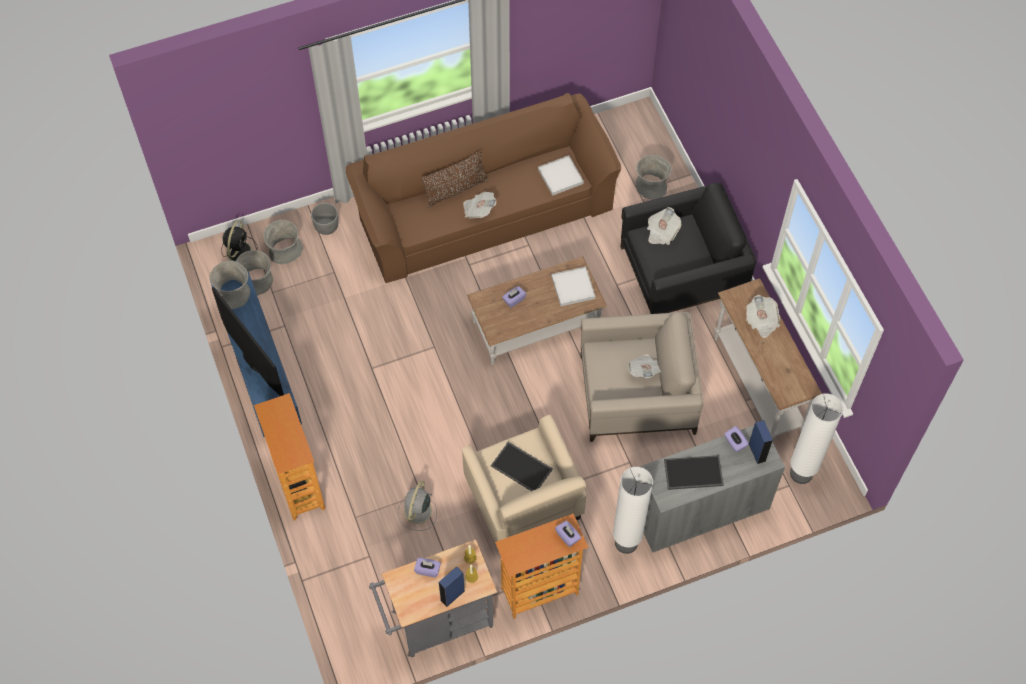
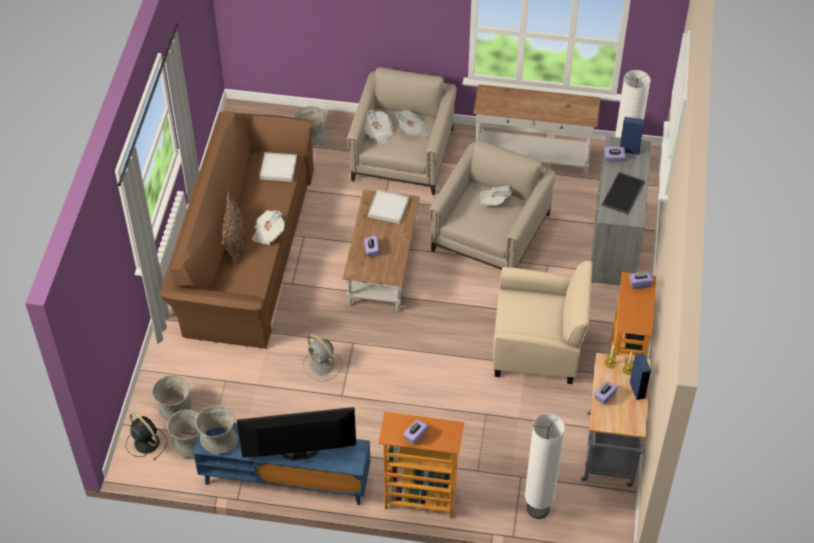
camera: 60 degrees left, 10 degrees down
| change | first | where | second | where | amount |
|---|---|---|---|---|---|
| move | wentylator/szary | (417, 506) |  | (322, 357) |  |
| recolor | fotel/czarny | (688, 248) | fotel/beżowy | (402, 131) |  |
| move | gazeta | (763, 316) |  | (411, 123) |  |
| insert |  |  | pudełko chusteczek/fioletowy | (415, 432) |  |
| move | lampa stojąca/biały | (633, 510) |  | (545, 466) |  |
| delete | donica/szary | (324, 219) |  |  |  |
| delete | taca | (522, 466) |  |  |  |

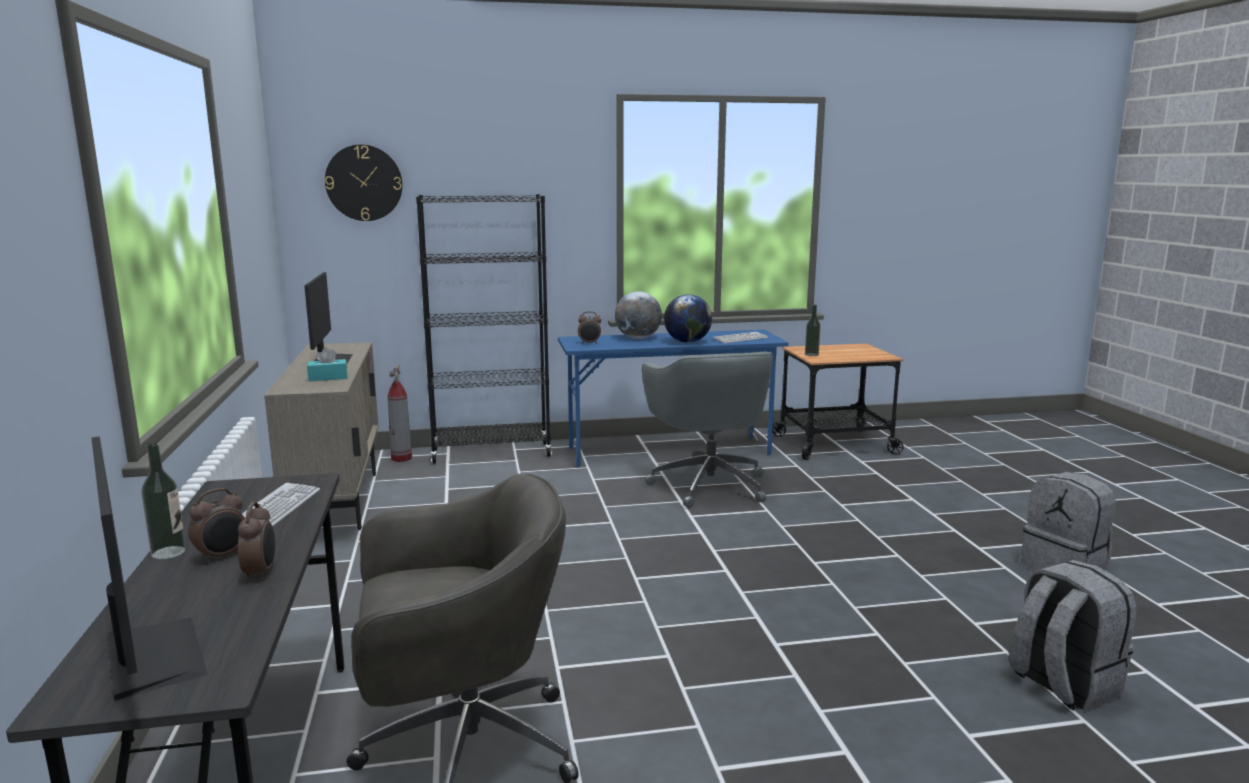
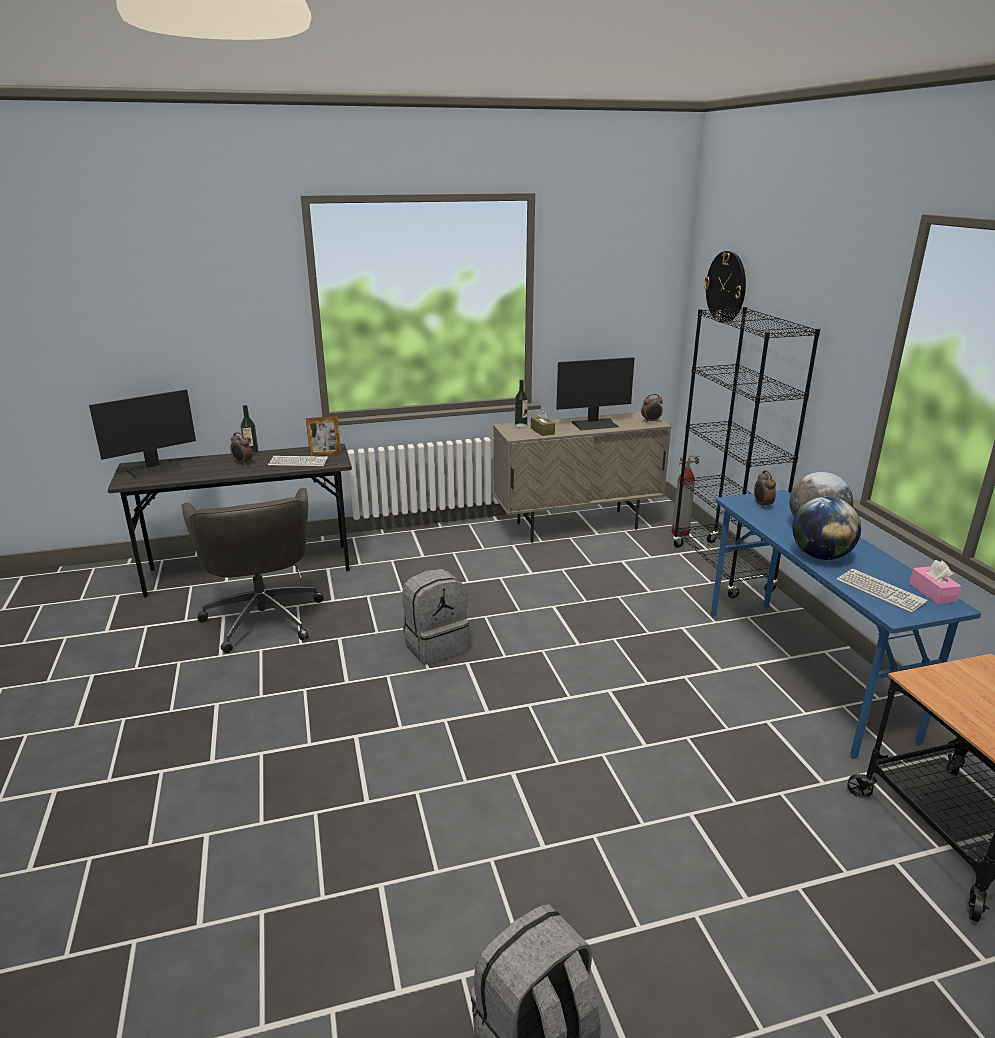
camera: 85 degrees right, 10 degrees up
| change | first | where | second | where | amount |
|---|---|---|---|---|---|
| insert |  |  | ramka na zdjęcie | (323, 436) |  |
| move | plecak/szary | (1073, 635) |  | (435, 617) |  |
| move | butelka | (813, 330) |  | (521, 403) |  |
| recolor | pudełko chusteczek/turkusowy | (327, 364) | pudełko chusteczek/brązowy | (543, 422) |  |
| move | budzik | (256, 541) |  | (652, 408) |  |
| insert |  |  | pudełko chusteczek/różowy | (935, 582) |  |
| delete | krzesło biurowe/szary | (708, 430) |  |  |  |

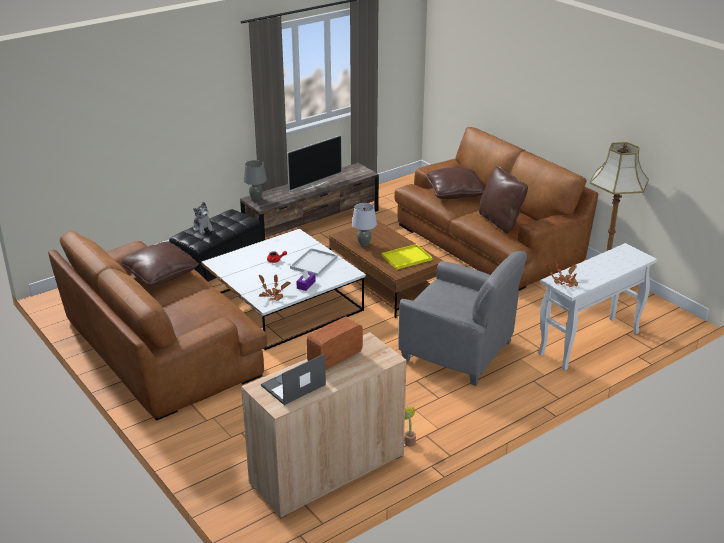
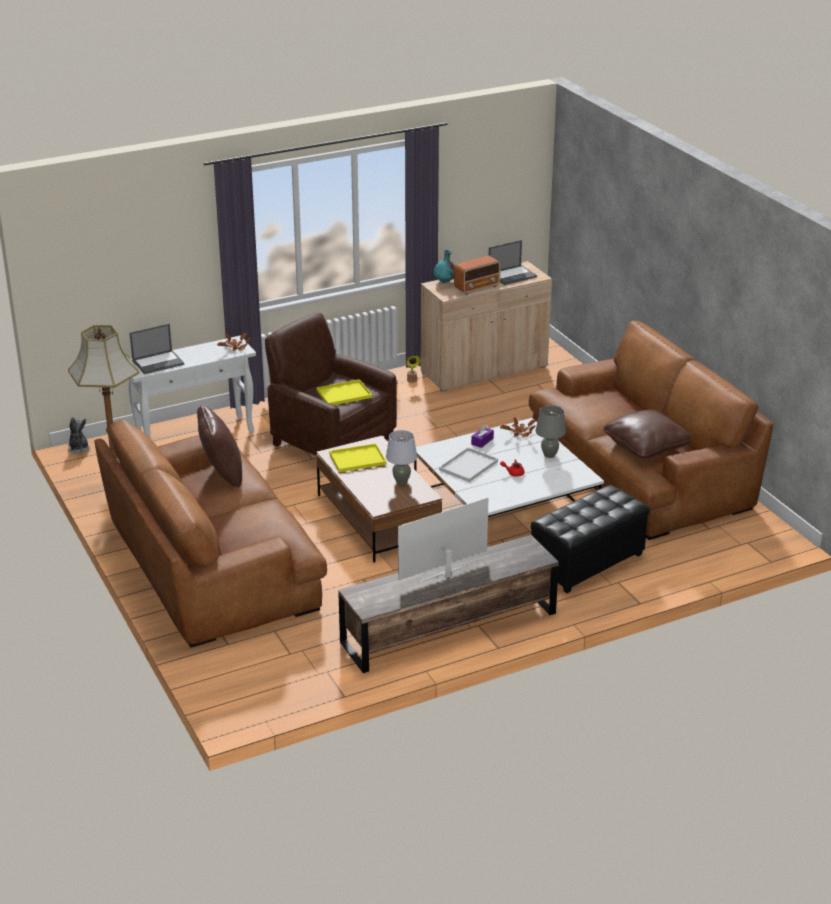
camera: 170 degrees left, 0 degrees up
| change | first | where | second | where | amount |
|---|---|---|---|---|---|
| move | pluszak | (203, 218) |  | (79, 435) |  |
| insert |  |  | laptop | (157, 349) |  |
| recolor | fotel/szary | (462, 318) | fotel/brązowy | (331, 384) |  |
| insert |  |  | taca/żółty | (344, 392) |  |
| insert |  |  | wazon/turkusowy | (444, 266) |  |
| move | lampa stołowa/szary | (255, 180) |  | (551, 431) |  |
| delete | poduszka/brązowy | (455, 183) |  |  |  |

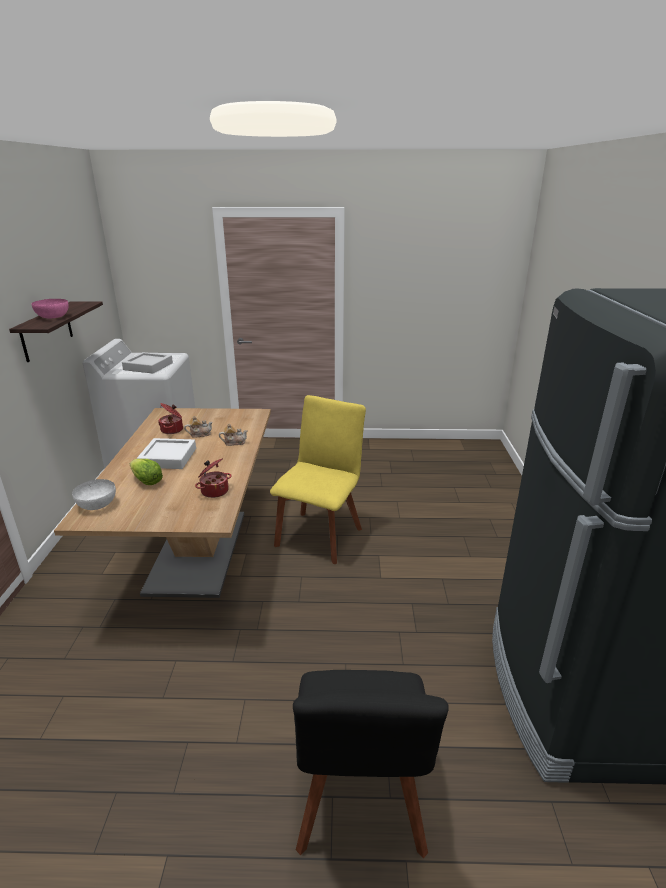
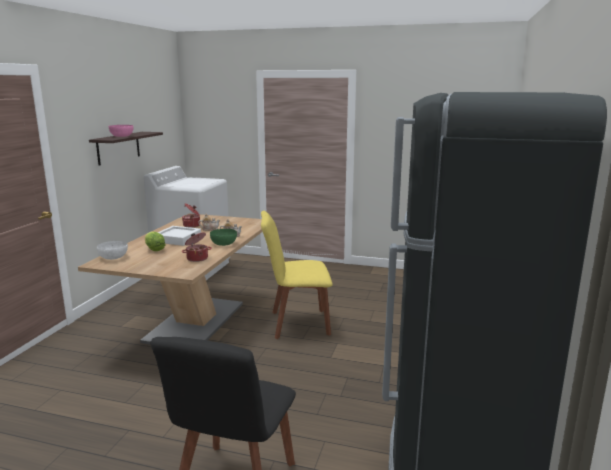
camera: 15 degrees right, 10 degrees down
| change | first | where | second | where | amount |
|---|---|---|---|---|---|
| insert |  |  | miska/zielony | (223, 237) |  |
| rotate | krzesło/żółty | (318, 479) |  | (297, 275) | 135 degrees counterclockwise |
| delete | taca/szary | (147, 362) |  |  |  |

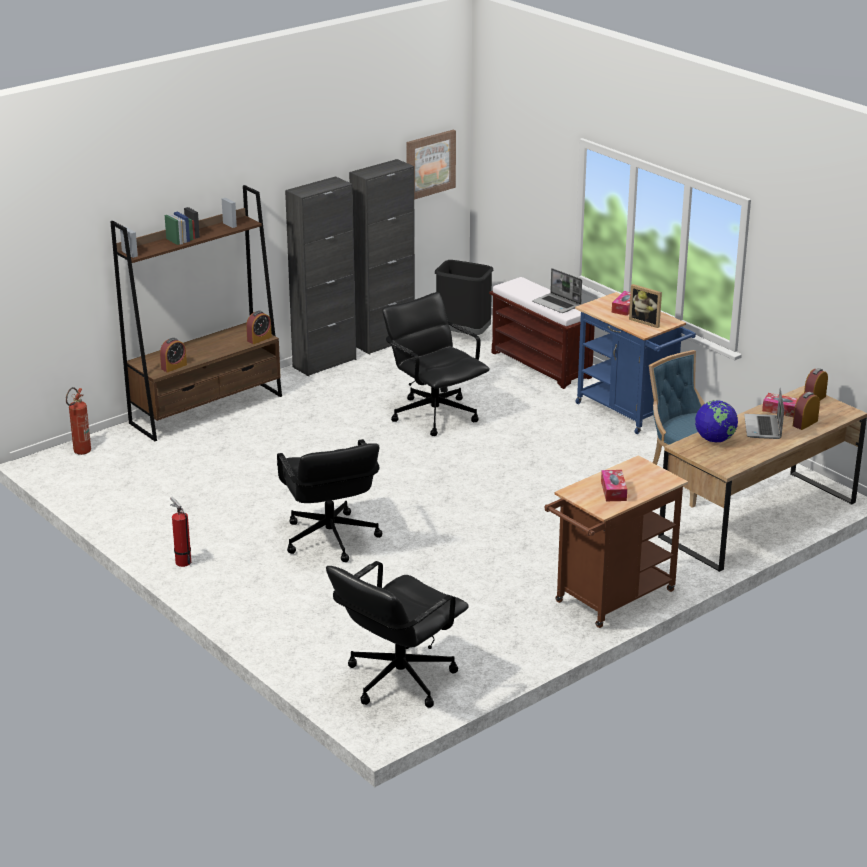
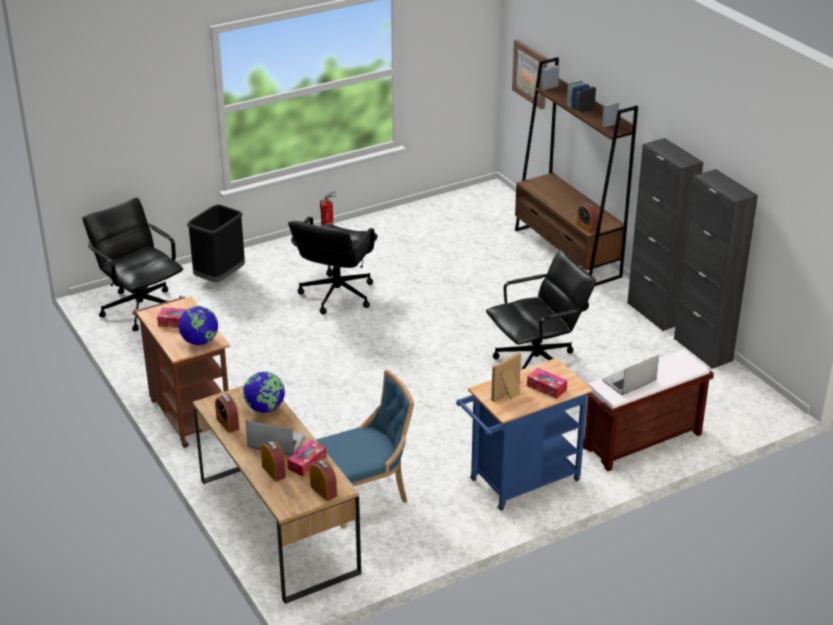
camera: 100 degrees right, 5 degrees up
| change | first | where | second | where | amount |
|---|---|---|---|---|---|
| insert |  |  | globus | (198, 325) |  |
| move | kosz na śmieci/czarny | (464, 298) |  | (216, 243) |  |
| move | budzik | (173, 355) |  | (227, 413) |  |
| rotate | krzesło biurowe/czarny | (329, 500) |  | (333, 265) | 60 degrees counterclockwise |
| move | obraz | (431, 165) |  | (530, 75) |  |
| delete | gaśnica | (78, 421) |  |  |  |

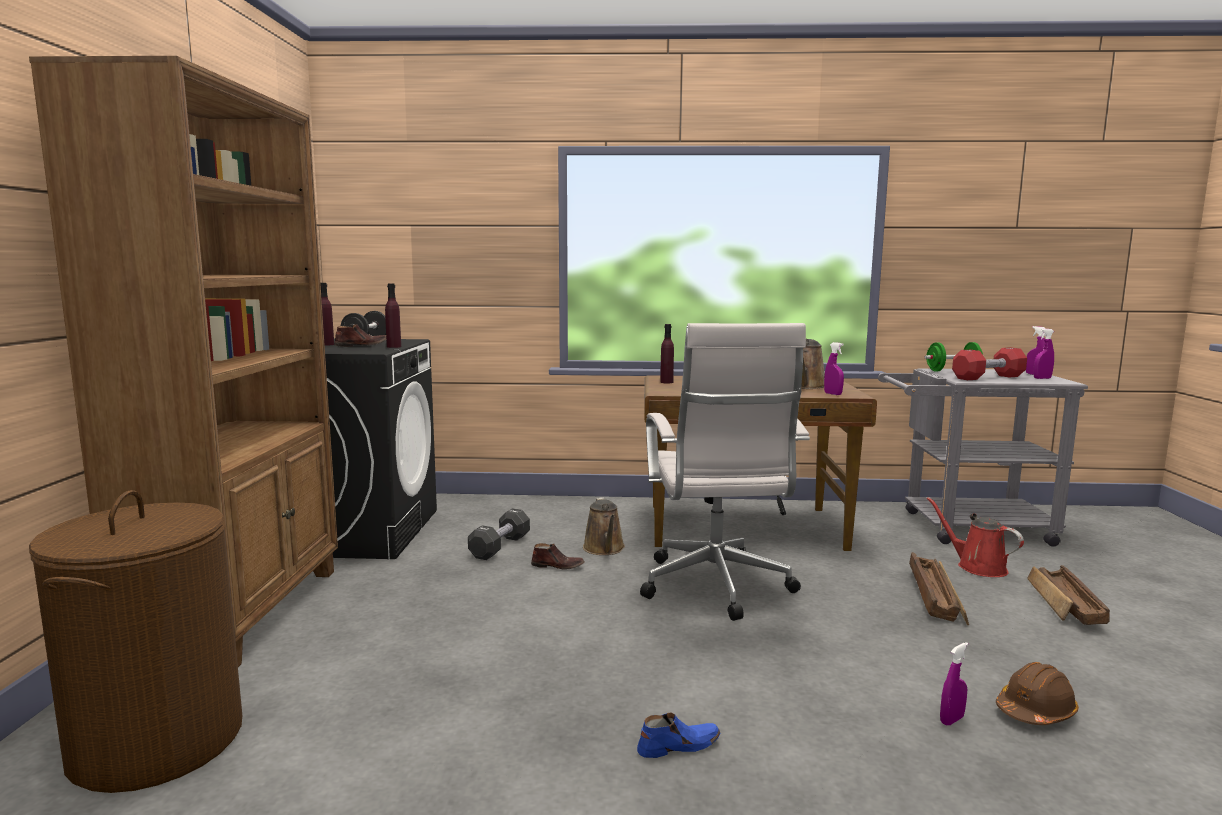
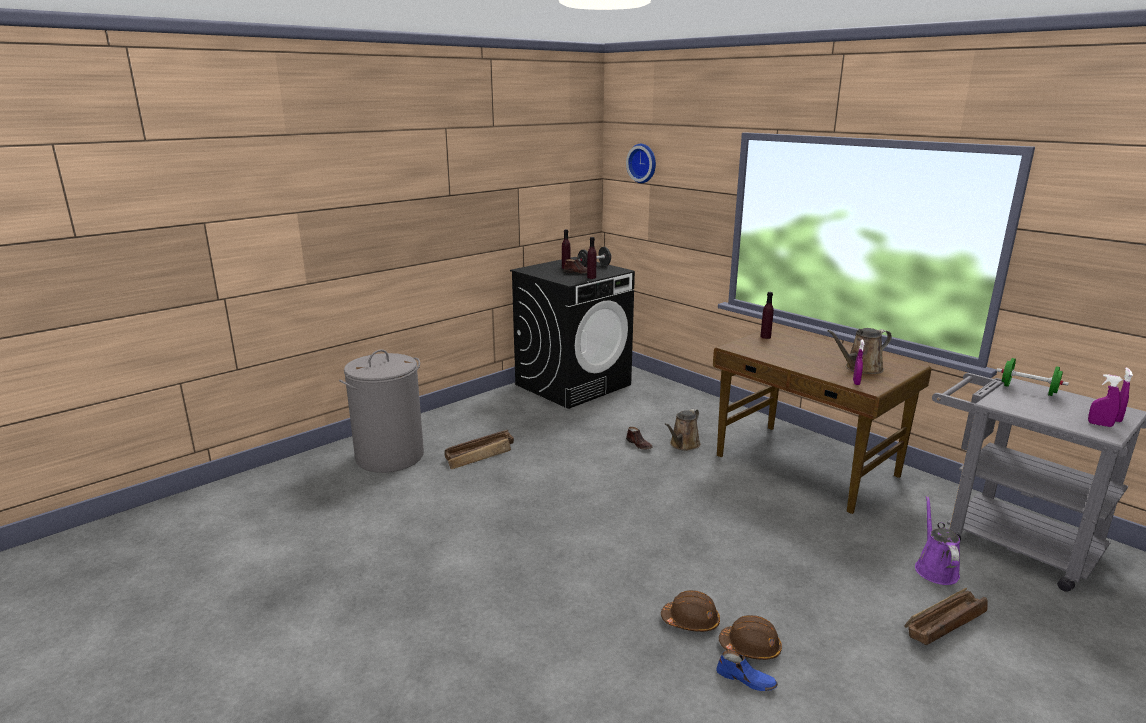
camera: 45 degrees right, 10 degrees up
| change | first | where | second | where | amount |
|---|---|---|---|---|---|
| recolor | kosz na pranie/brązowy | (135, 641) | kosz na pranie/szary | (381, 411) |  |
| move | skrzynka | (939, 588) |  | (479, 449) |  |
| insert |  |  | zegar ścienny | (641, 163) |  |
| replace | spryskiwacz/fioletowy | (954, 683) | kask/brązowy | (690, 611) |  |
| move | but/niebieski | (679, 735) |  | (747, 670) |  |
| recolor | konewka/czerwony | (975, 537) | konewka/fioletowy | (937, 540) |  |
| delete | regał/brązowy | (183, 361) |  |  |  |
| delete | hantel/czarny | (499, 534) |  |  |  |
| delete | krzesło biurowe/biały | (725, 472) |  |  |  |
| delete | hantel/czerwony | (989, 363) |  |  |  |

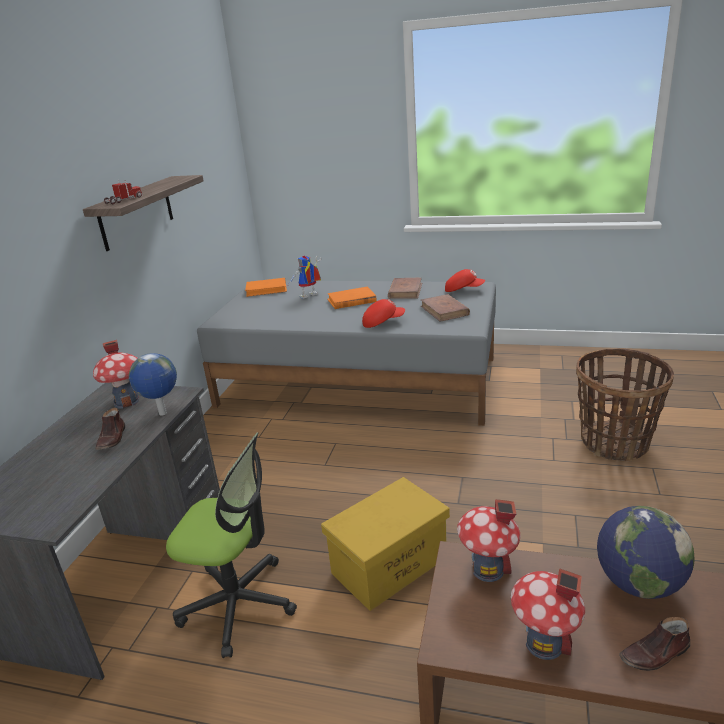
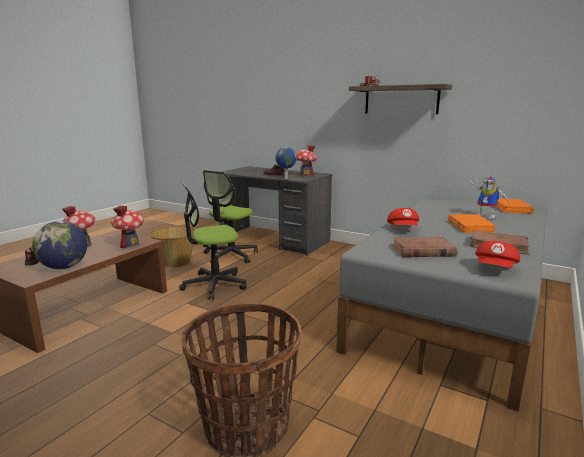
camera: 105 degrees right, 10 degrees down
| change | first | where | second | where | amount |
|---|---|---|---|---|---|
| insert |  |  | koszyk | (172, 247) |  |
| replace | pojemnik do przechowywania/żółty | (385, 544) | krzesło biurowe | (213, 240) |  |
| rotate | robot zabawkowy | (305, 277) |  | (490, 197) | 150 degrees clockwise |

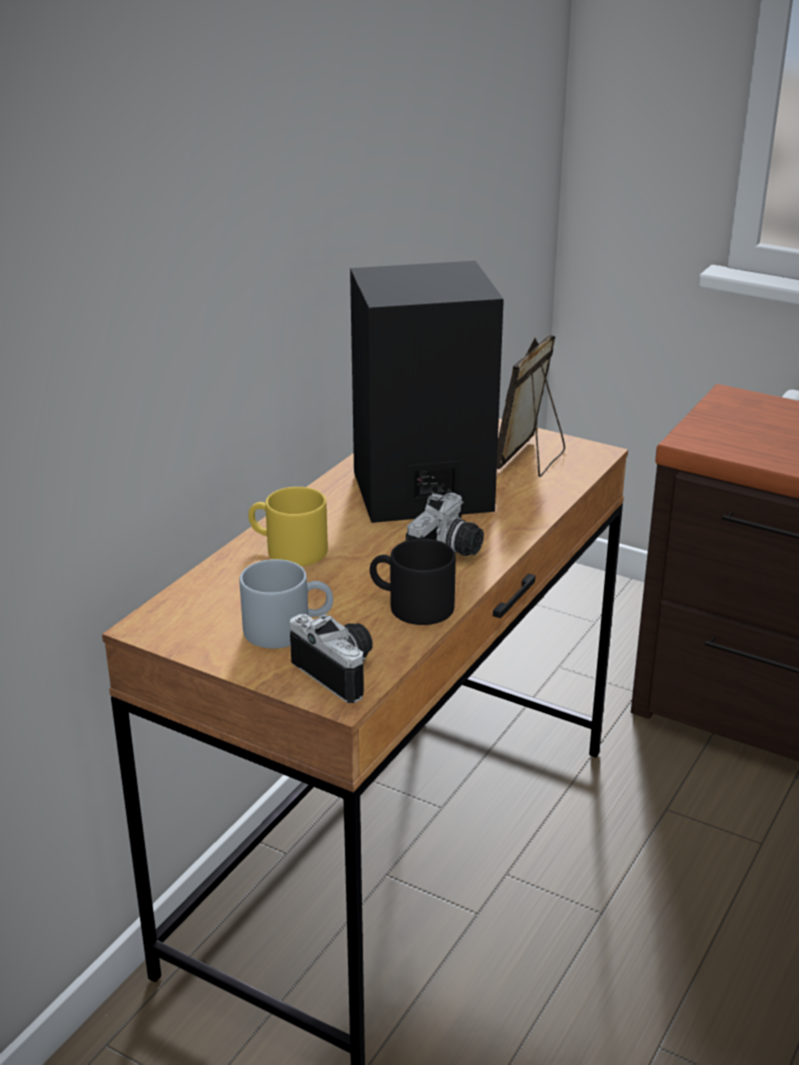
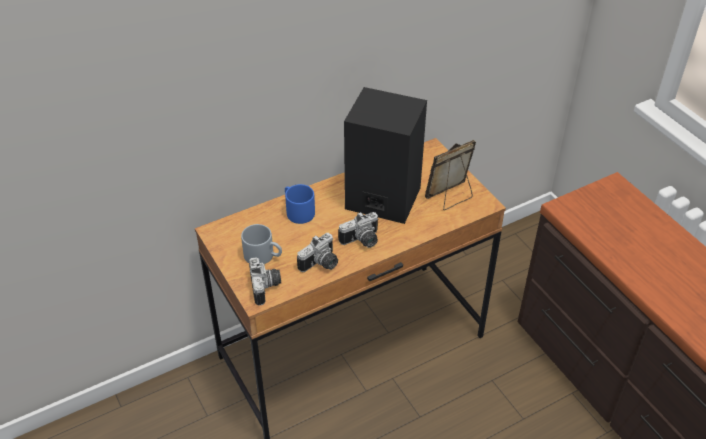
camera: 30 degrees right, 15 degrees up
| change | first | where | second | where | amount |
|---|---|---|---|---|---|
| recolor | kubek/żółty | (288, 526) | kubek/niebieski | (300, 204) |  |
| replace | kubek/czarny | (413, 582) | aparat fotograficzny | (317, 252) |  |

